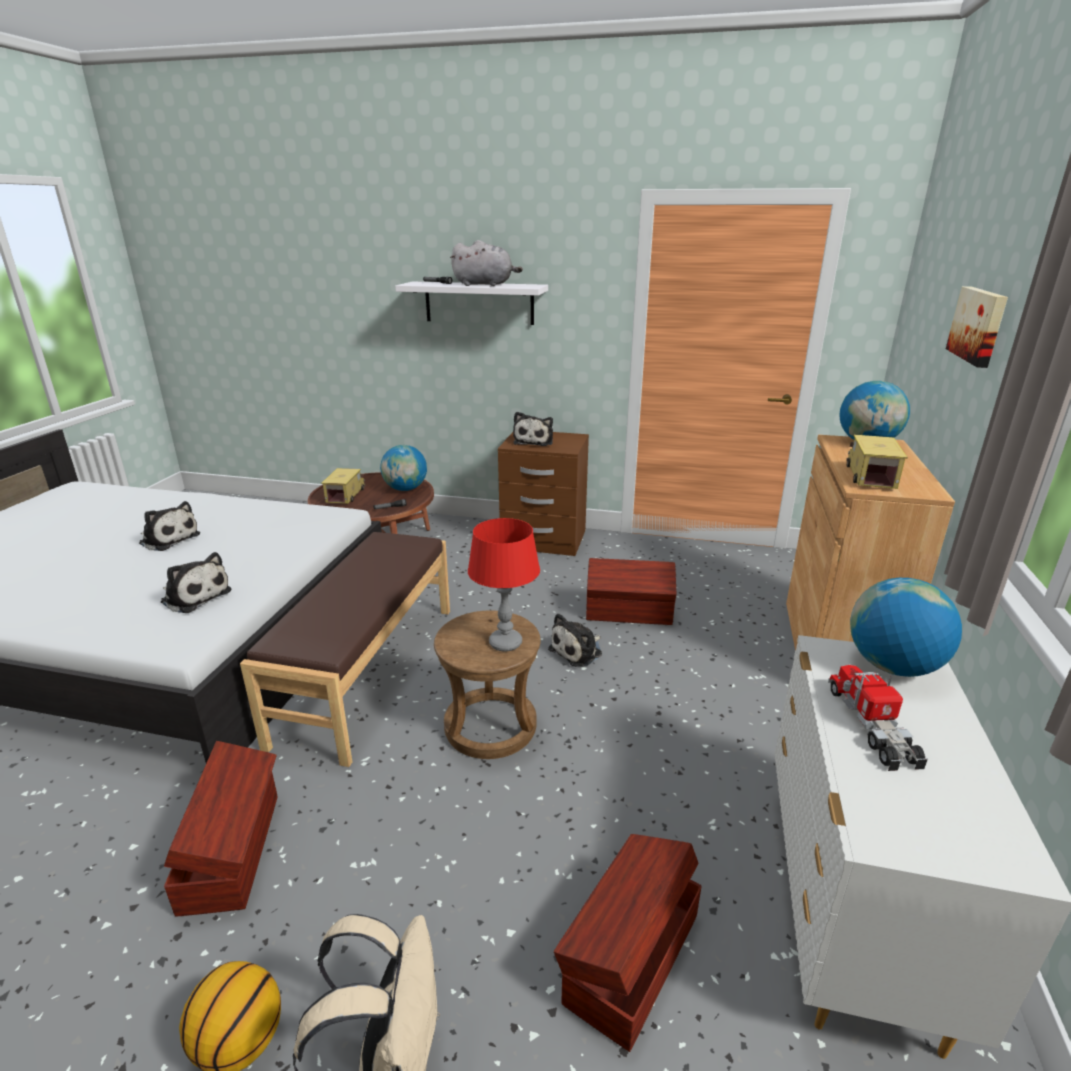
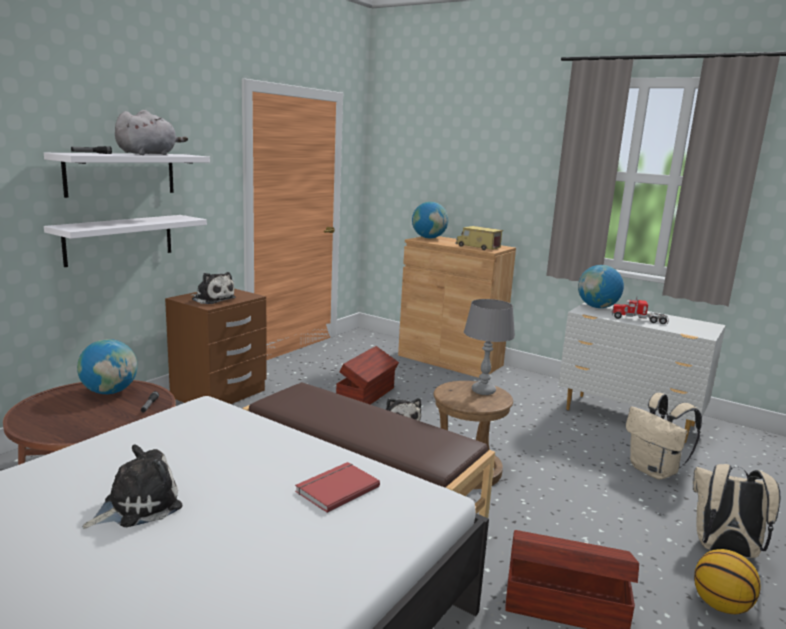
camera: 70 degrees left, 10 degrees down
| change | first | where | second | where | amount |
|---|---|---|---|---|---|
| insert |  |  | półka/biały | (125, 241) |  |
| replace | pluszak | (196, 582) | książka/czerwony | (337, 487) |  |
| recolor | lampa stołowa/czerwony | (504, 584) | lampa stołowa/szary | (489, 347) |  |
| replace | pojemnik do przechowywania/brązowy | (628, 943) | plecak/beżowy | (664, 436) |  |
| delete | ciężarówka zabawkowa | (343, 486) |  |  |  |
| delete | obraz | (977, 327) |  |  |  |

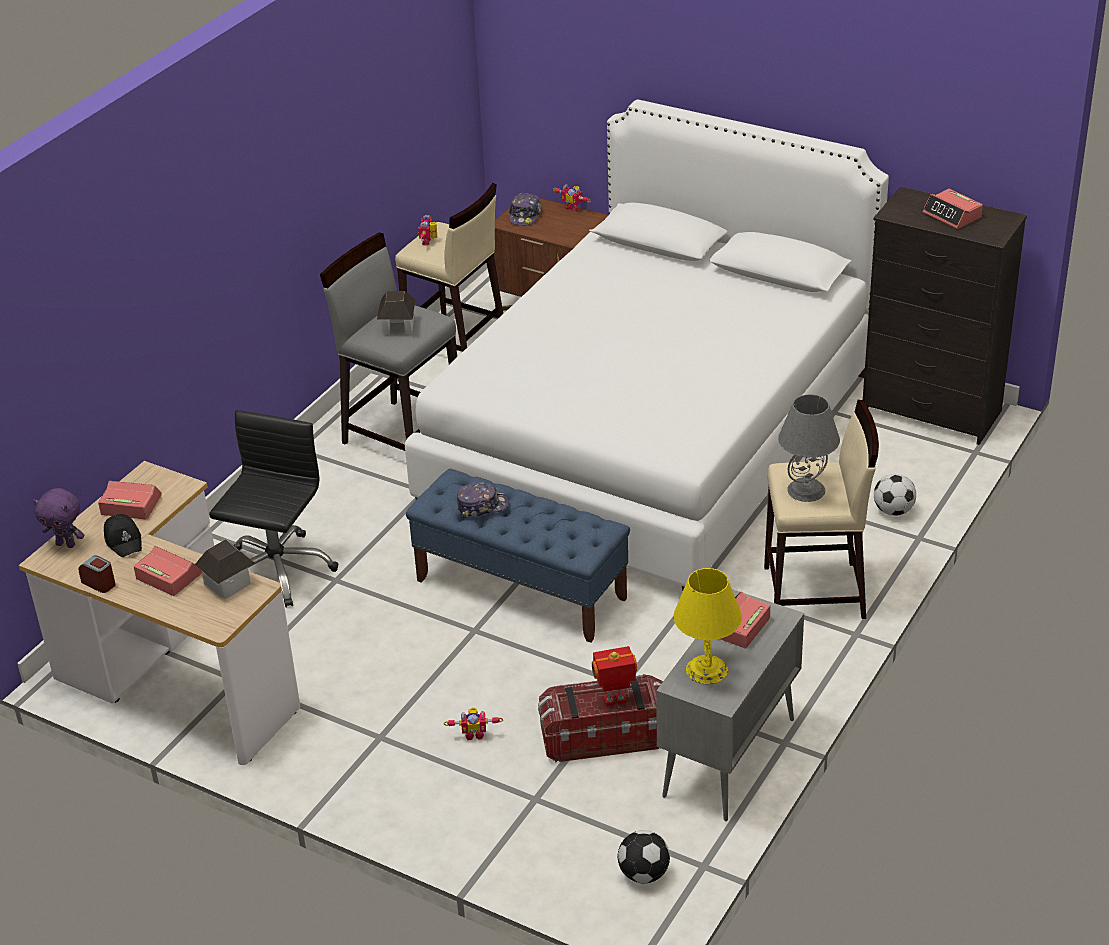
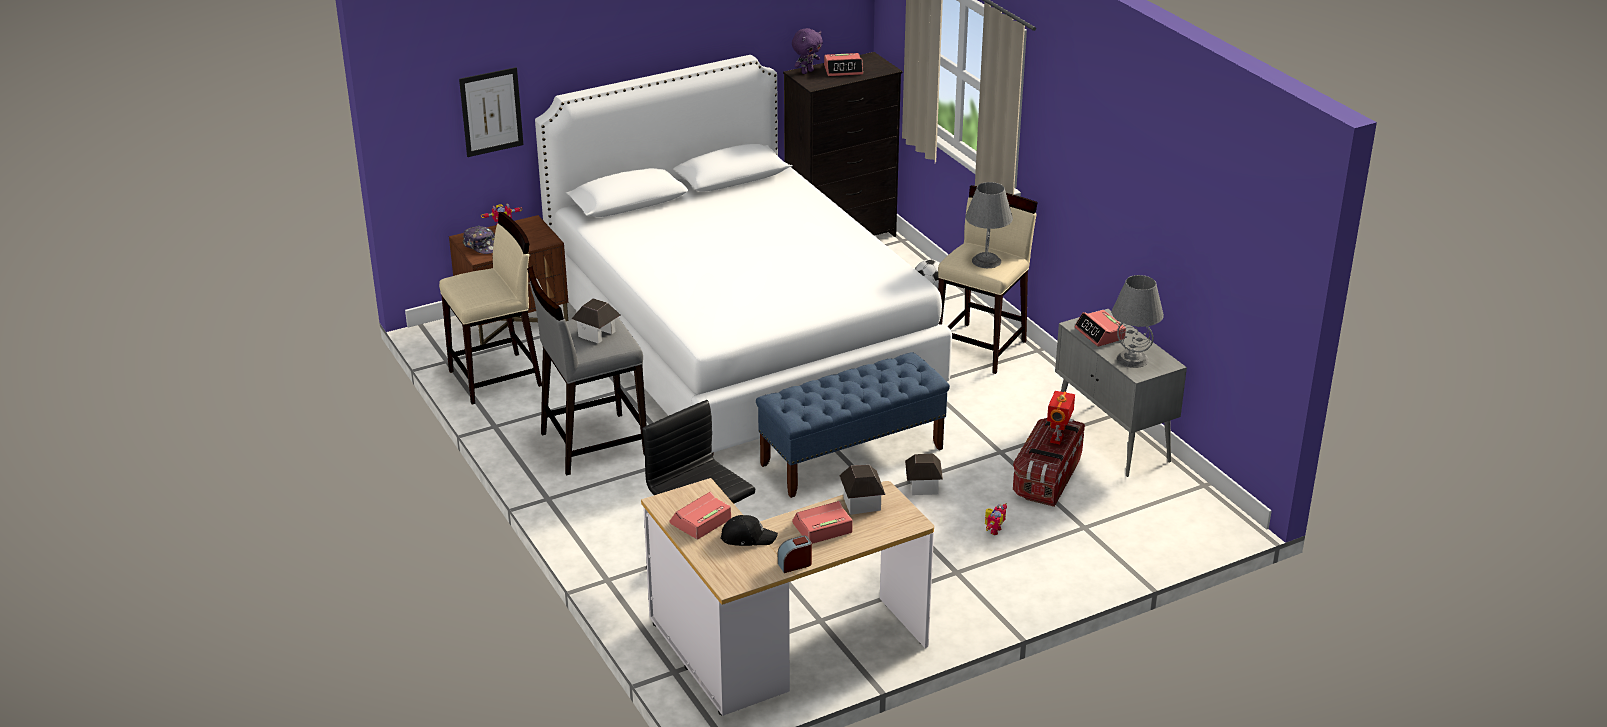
camera: 60 degrees left, 5 degrees down
| change | first | where | second | where | amount |
|---|---|---|---|---|---|
| insert |  |  | obraz | (491, 112) |  |
| move | pluszak/fioletowy | (59, 518) |  | (807, 51) |  |
| insert |  |  | domek | (924, 474) |  |
| recolor | lampa stołowa/żółty | (707, 626) | lampa stołowa/szary | (1138, 321) |  |
| delete | robot zabawkowy | (427, 230) |  |  |  |
| delete | czapka z daszkiem | (483, 499) |  |  |  |
| delete | piłka futbolowa | (644, 856) |  |  |  |

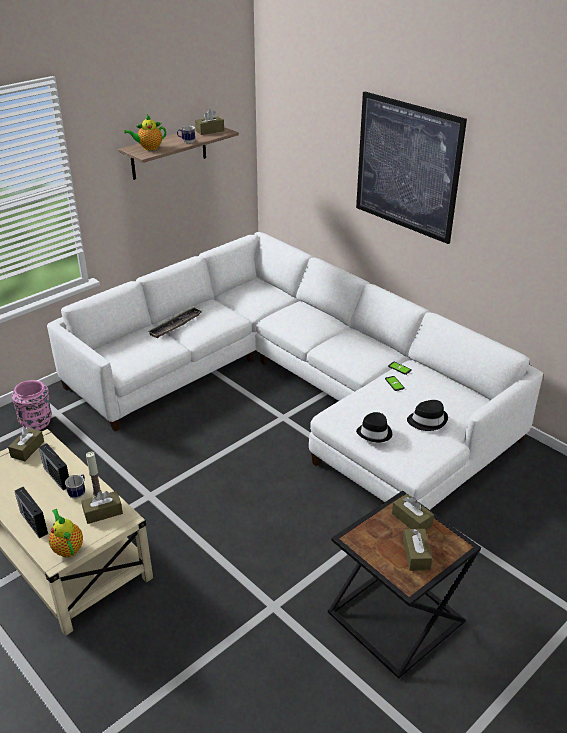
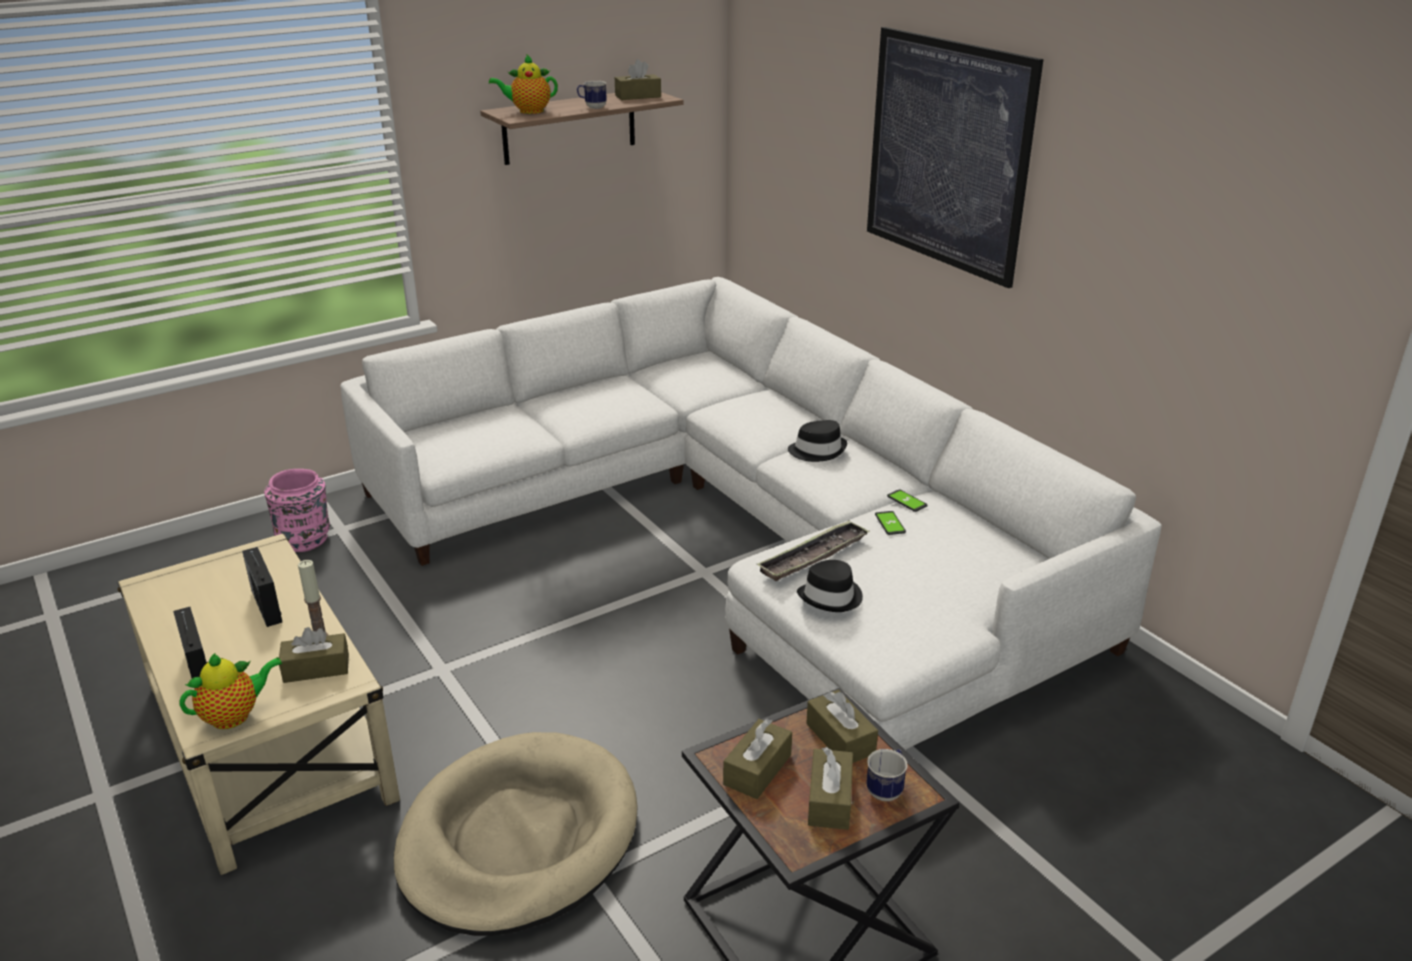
camera: 10 degrees right, 5 degrees down
| change | first | where | second | where | amount |
|---|---|---|---|---|---|
| rotate | imbryk | (66, 533) |  | (231, 690) | 75 degrees clockwise |
| insert |  |  | legowisko/beżowy | (515, 834) |  |
| move | pudełko chusteczek/brązowy | (26, 443) |  | (757, 759) |  |
| move | taca | (175, 322) |  | (813, 550) |  |
| move | kapelusz/czarny | (427, 415) |  | (817, 441) |  |
| move | kubek | (75, 486) |  | (887, 775) |  |

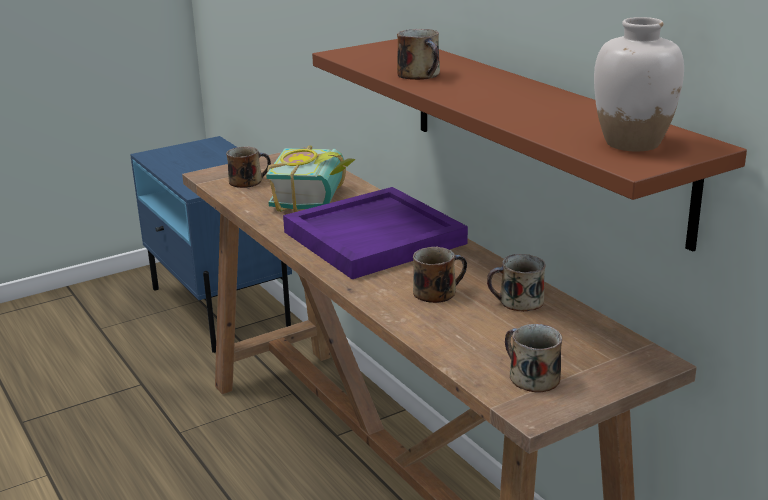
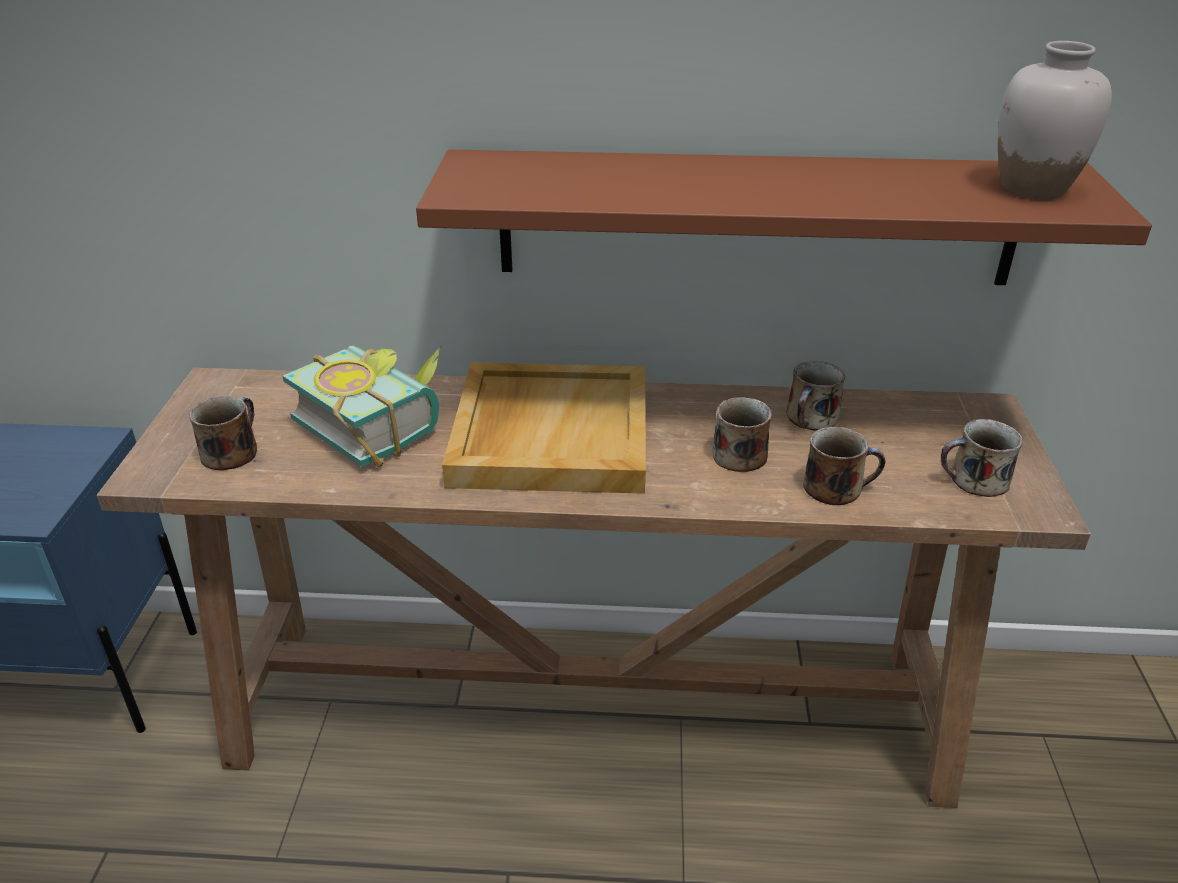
camera: 55 degrees left, 10 degrees up
| change | first | where | second | where | amount |
|---|---|---|---|---|---|
| recolor | taca/fioletowy | (375, 233) | taca/beżowy | (544, 428) |  |
| move | kubek | (418, 54) |  | (844, 466) |  |

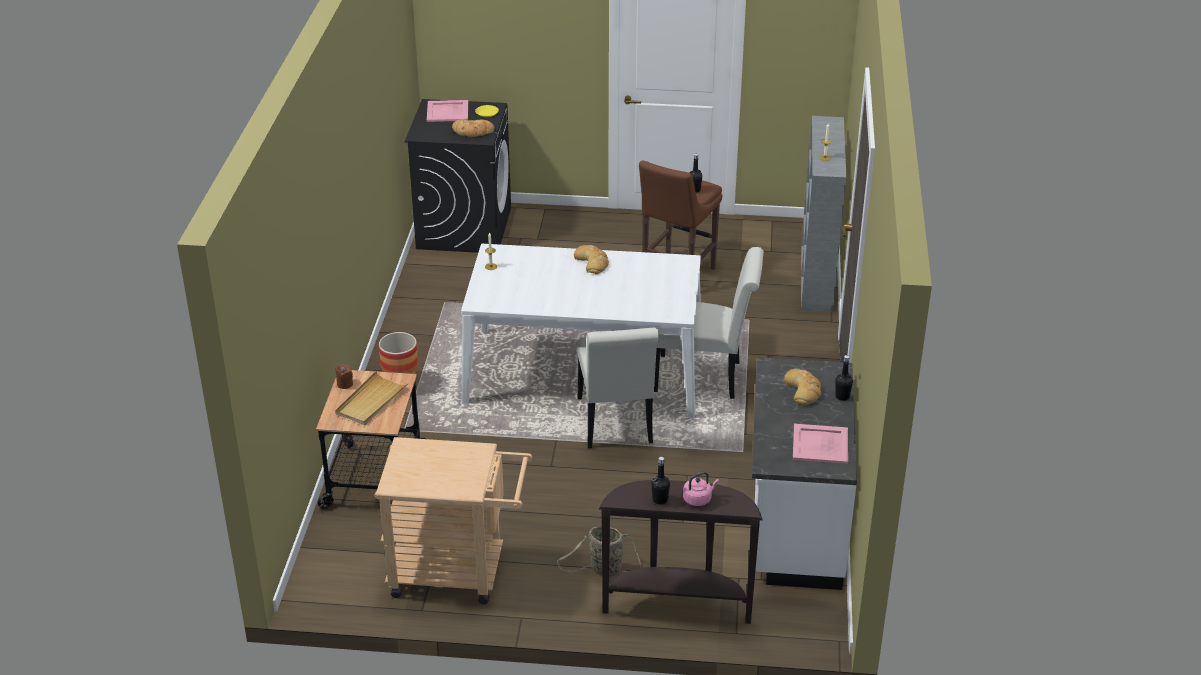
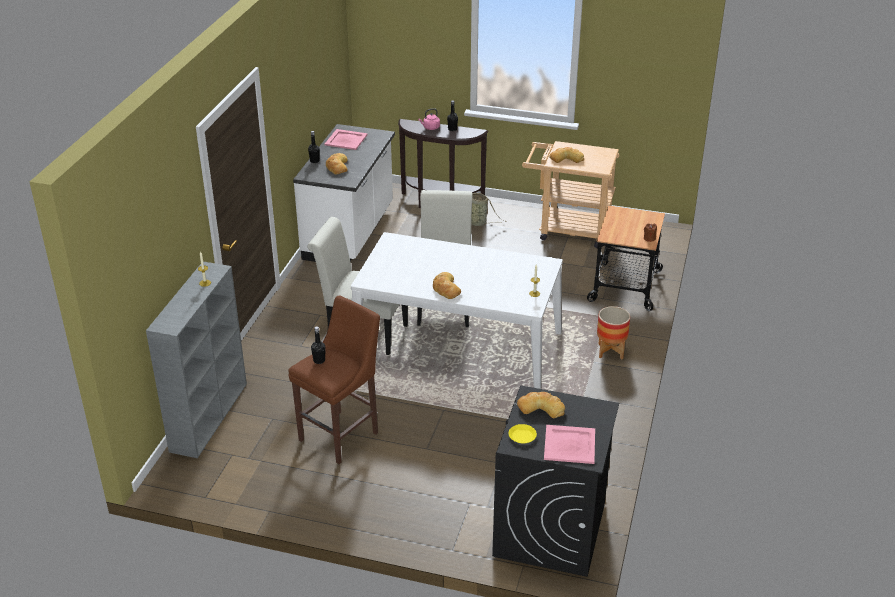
camera: 170 degrees left, 0 degrees up
| change | first | where | second | where | amount |
|---|---|---|---|---|---|
| insert |  |  | chleb | (566, 155) |  |
| delete | taca/beżowy | (371, 398) |  |  |  |

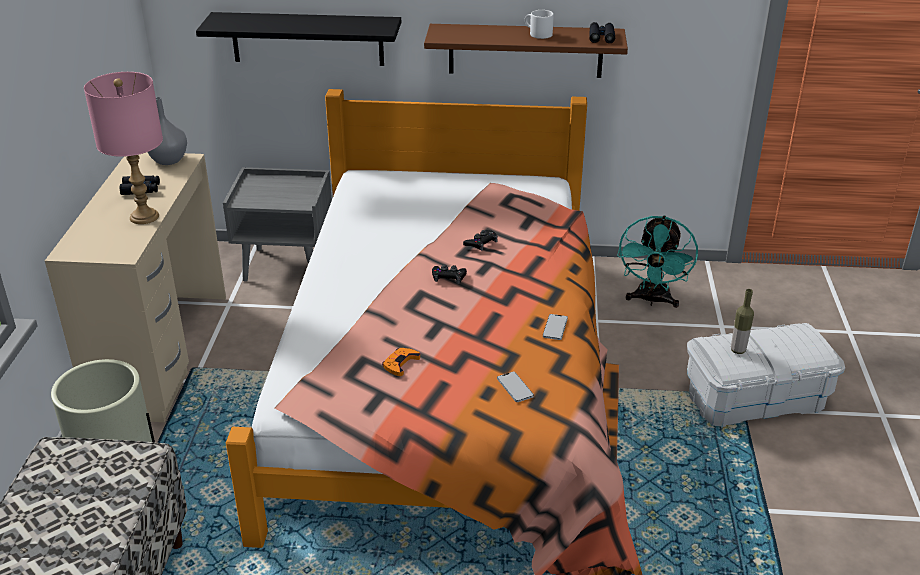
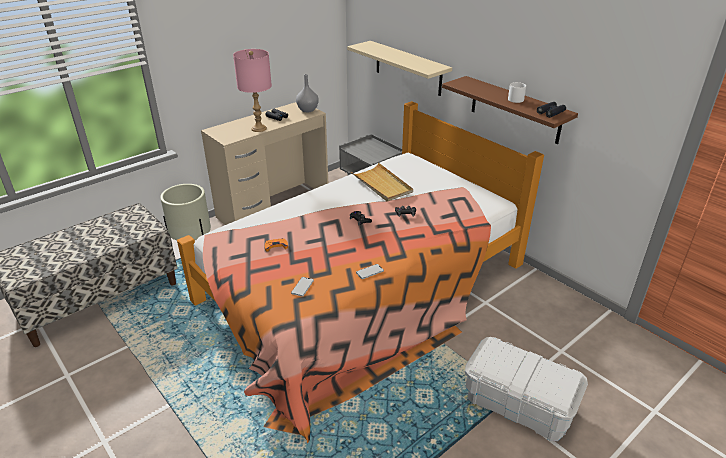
camera: 45 degrees right, 0 degrees up
| change | first | where | second | where | amount |
|---|---|---|---|---|---|
| recolor | półka/czarny | (298, 39) | półka/beżowy | (399, 68) |  |
| insert |  |  | taca/beżowy | (381, 182) |  |
| delete | wentylator/turkusowy | (657, 261) |  |  |  |
| delete | butelka | (742, 321) |  |  |  |

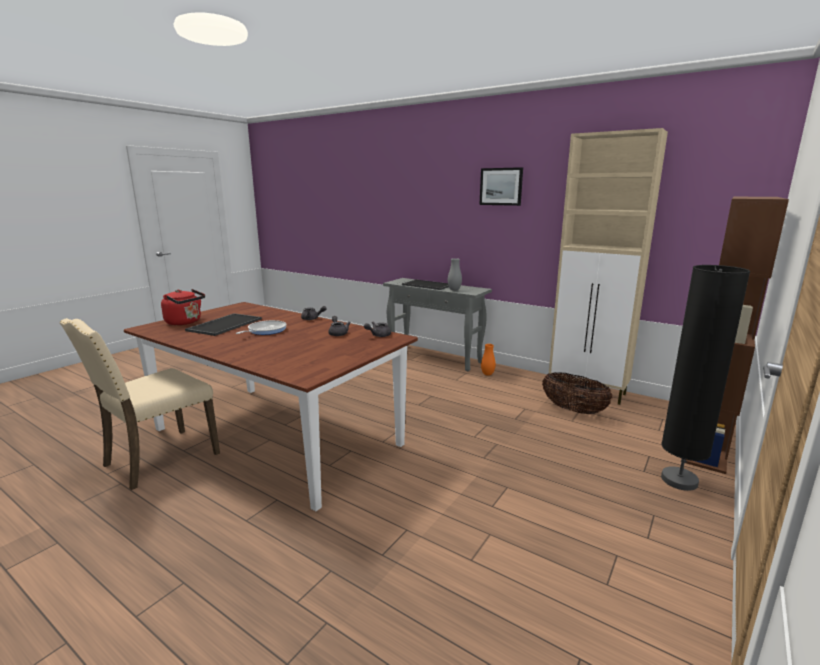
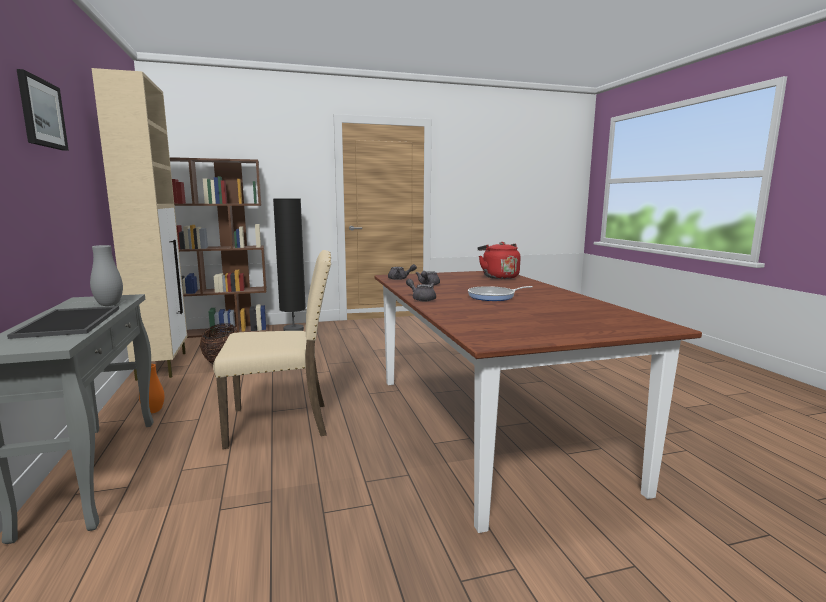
camera: 140 degrees left, 5 degrees down
| change | first | where | second | where | amount |
|---|---|---|---|---|---|
| move | krzesło/beżowy | (139, 404) |  | (272, 349) |  |
| move | czajnik/czerwony | (183, 307) |  | (499, 260) |  |
| delete | taca | (223, 324) |  |  |  |

